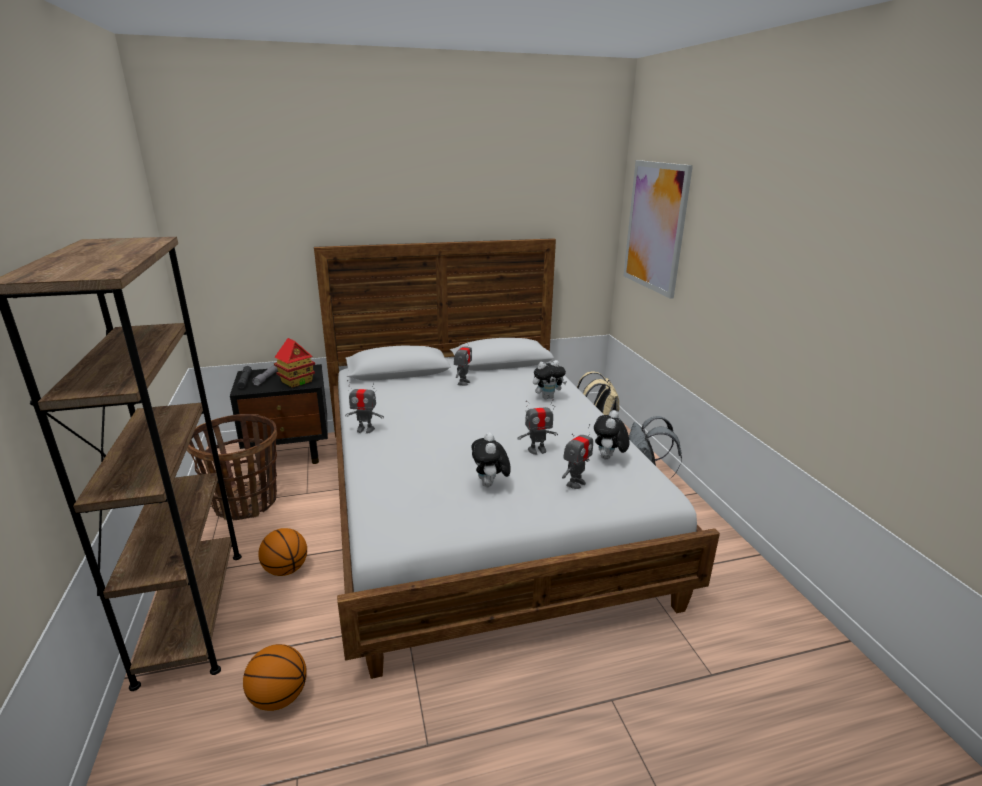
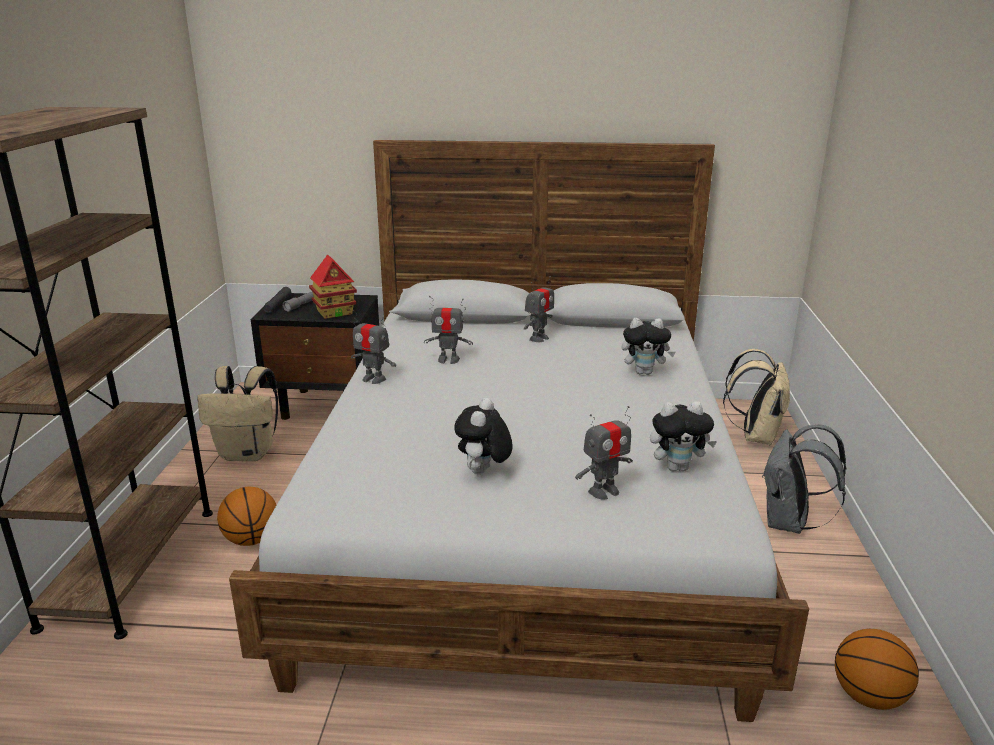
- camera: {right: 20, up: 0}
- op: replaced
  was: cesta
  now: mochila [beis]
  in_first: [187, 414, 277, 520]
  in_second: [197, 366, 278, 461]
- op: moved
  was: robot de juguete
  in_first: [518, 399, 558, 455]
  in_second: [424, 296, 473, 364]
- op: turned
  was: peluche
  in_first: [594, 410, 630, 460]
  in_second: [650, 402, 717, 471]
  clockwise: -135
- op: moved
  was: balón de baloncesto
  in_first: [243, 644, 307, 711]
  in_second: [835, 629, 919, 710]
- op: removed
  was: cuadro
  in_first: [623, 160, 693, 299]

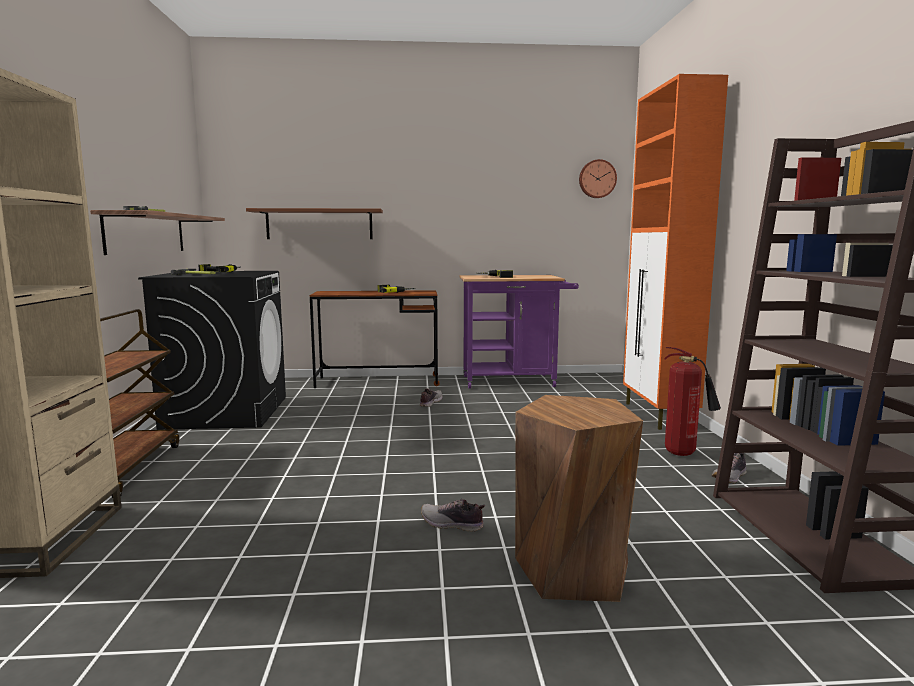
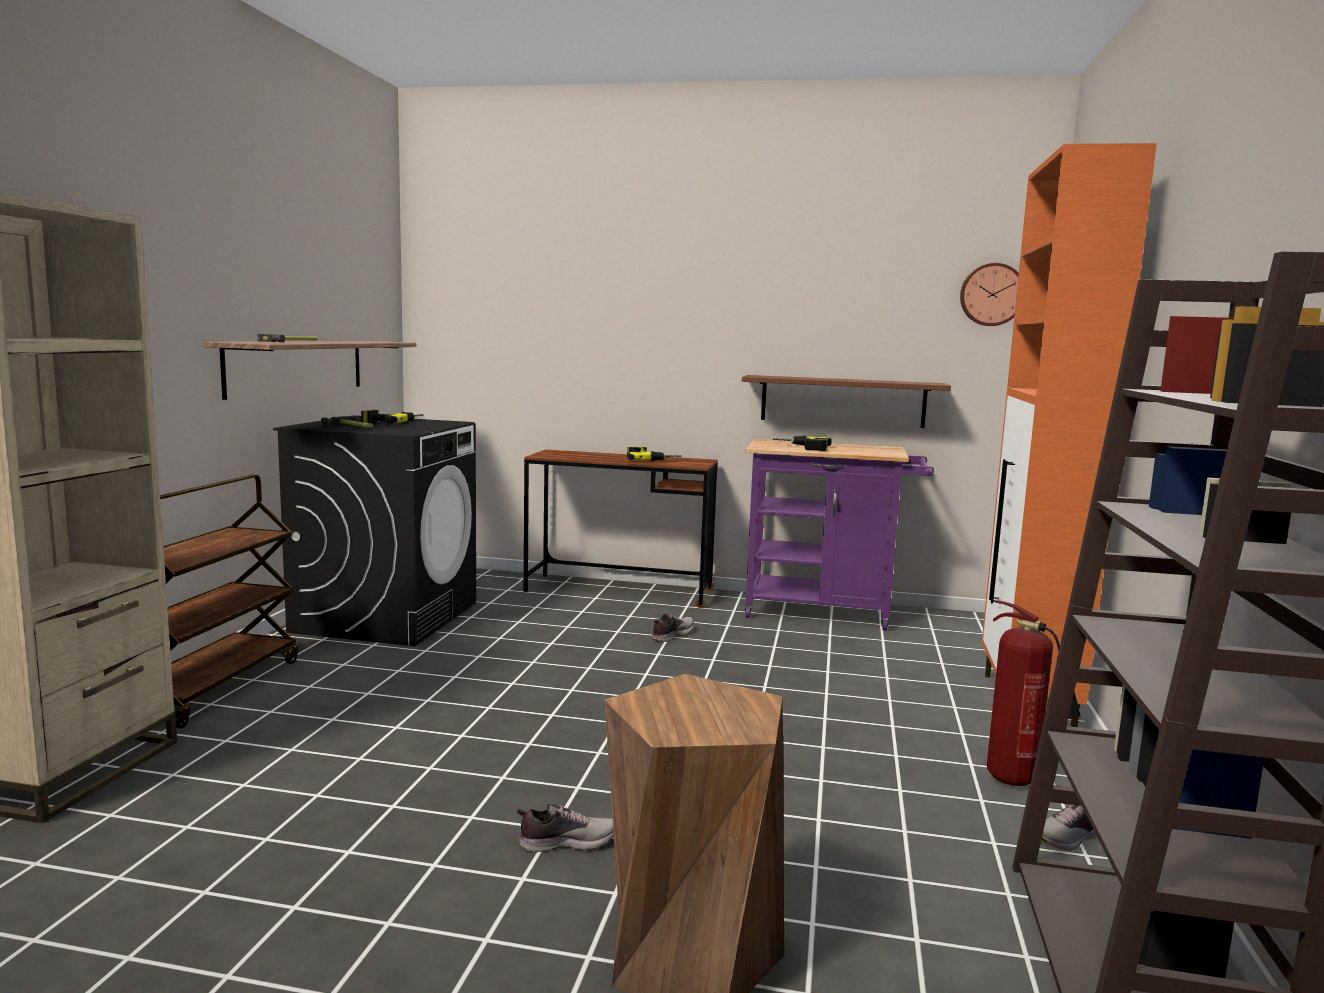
- camera: {right: 15, up: 0}
- op: turned
  was: zapato
  in_first: [421, 499, 485, 532]
  in_second: [517, 803, 614, 852]
  clockwise: 135
- op: moved
  was: estante [marrón]
  in_first: [246, 208, 383, 239]
  in_second: [742, 375, 951, 428]

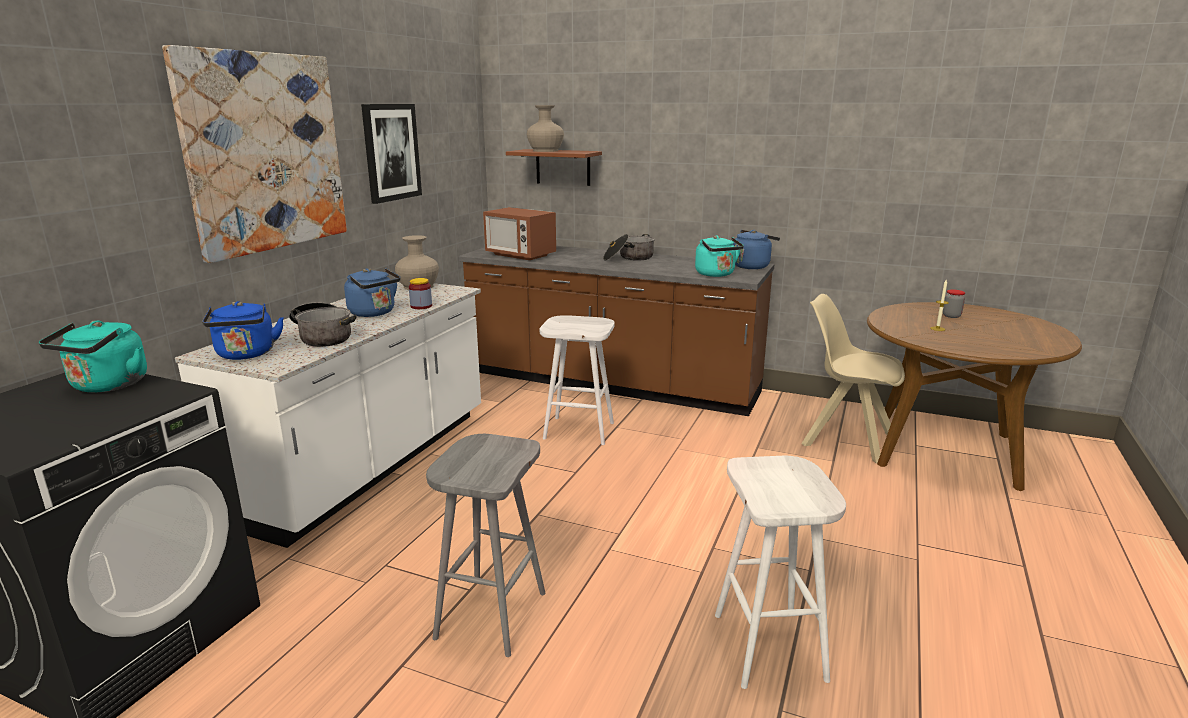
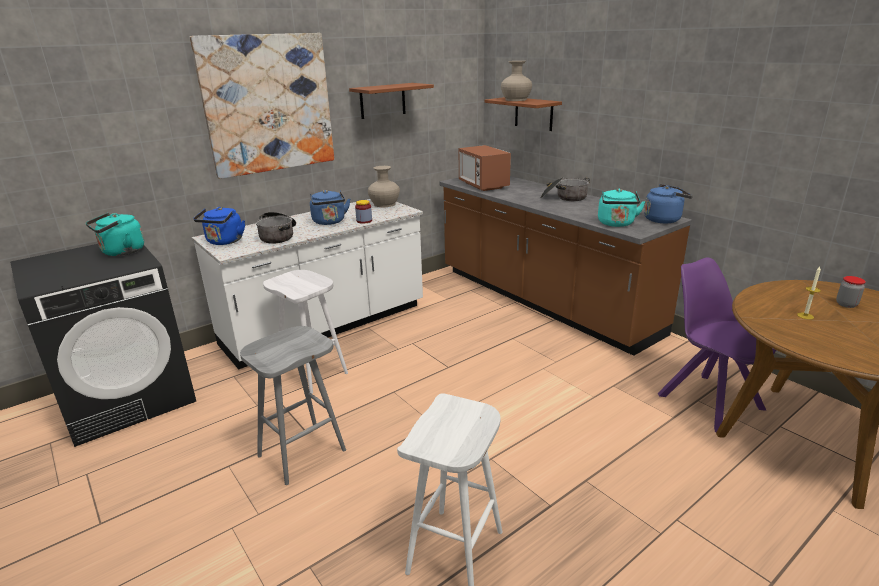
- camera: {right: 30, up: 5}
- op: moved
  was: taburete [blanco]
  in_first: [539, 315, 615, 445]
  in_second: [263, 270, 348, 394]
- op: replaced
  was: cuadro
  now: estante [marrón]
  in_first: [361, 104, 422, 204]
  in_second: [349, 83, 434, 119]
- op: recoloured
  was: silla [beis]
  now: silla [morado]
  in_first: [801, 294, 905, 464]
  in_second: [658, 257, 776, 432]

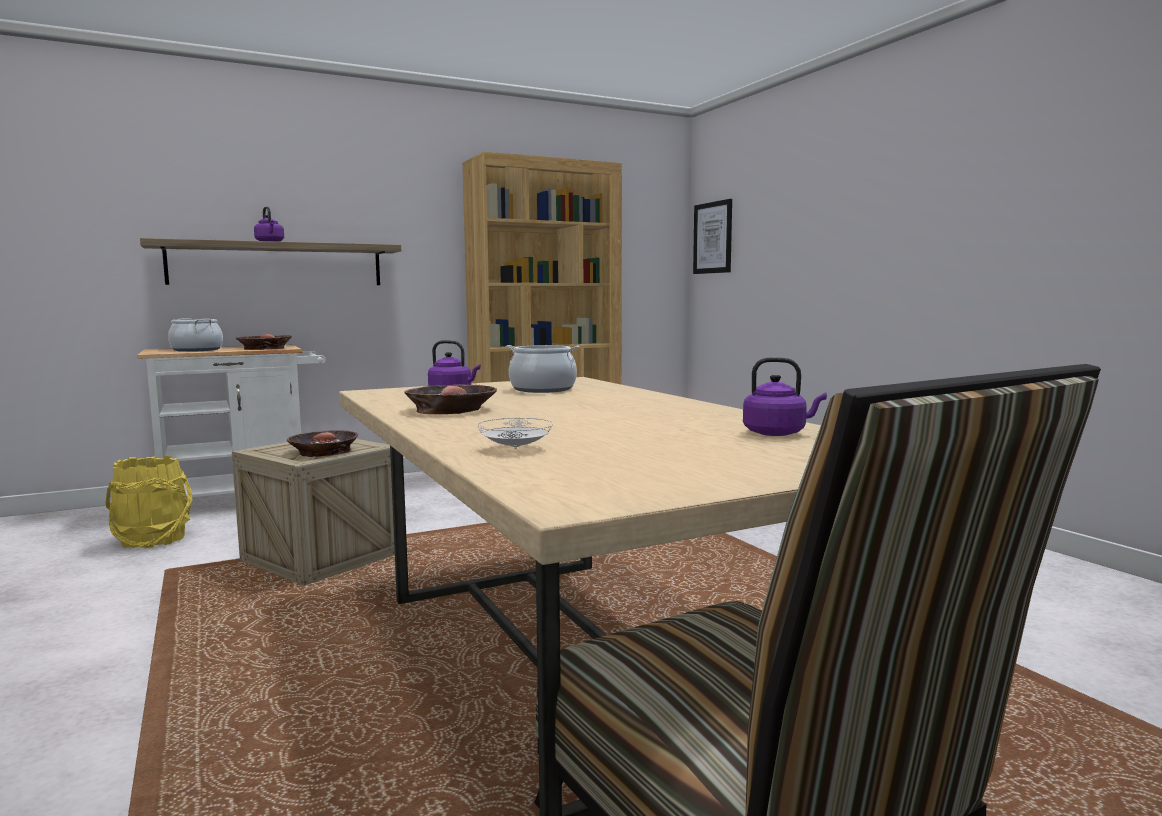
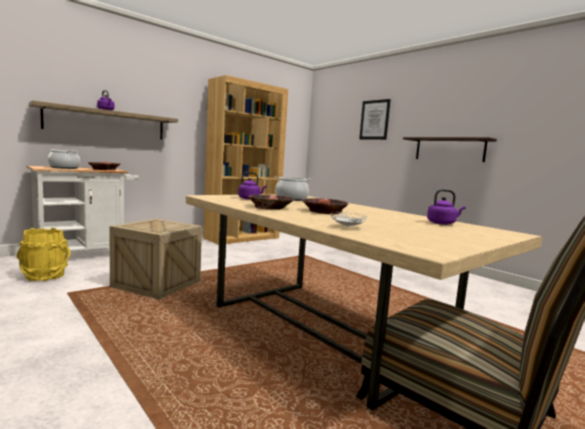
- camera: {right: -15, up: 0}
- op: moved
  was: cuenco
  in_first: [287, 430, 358, 457]
  in_second: [302, 198, 349, 214]
- op: moved
  was: cuadro
  in_first: [693, 199, 732, 274]
  in_second: [359, 99, 391, 140]
- op: added
  now: estante
  in_second: [403, 137, 497, 162]

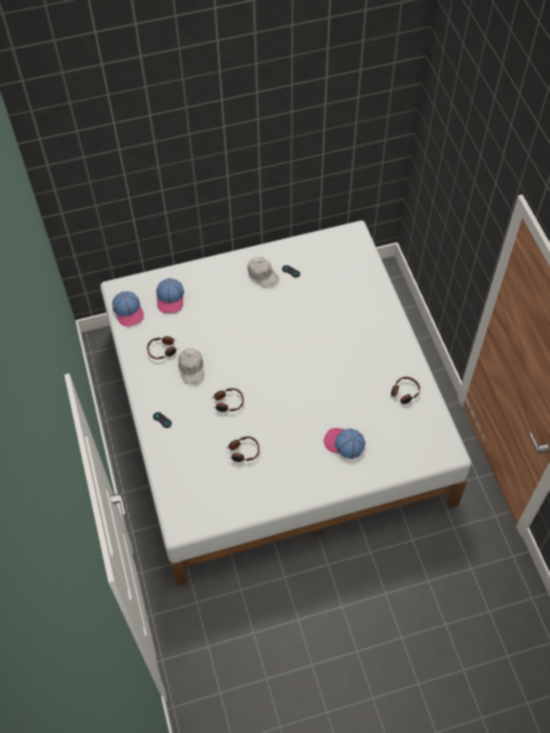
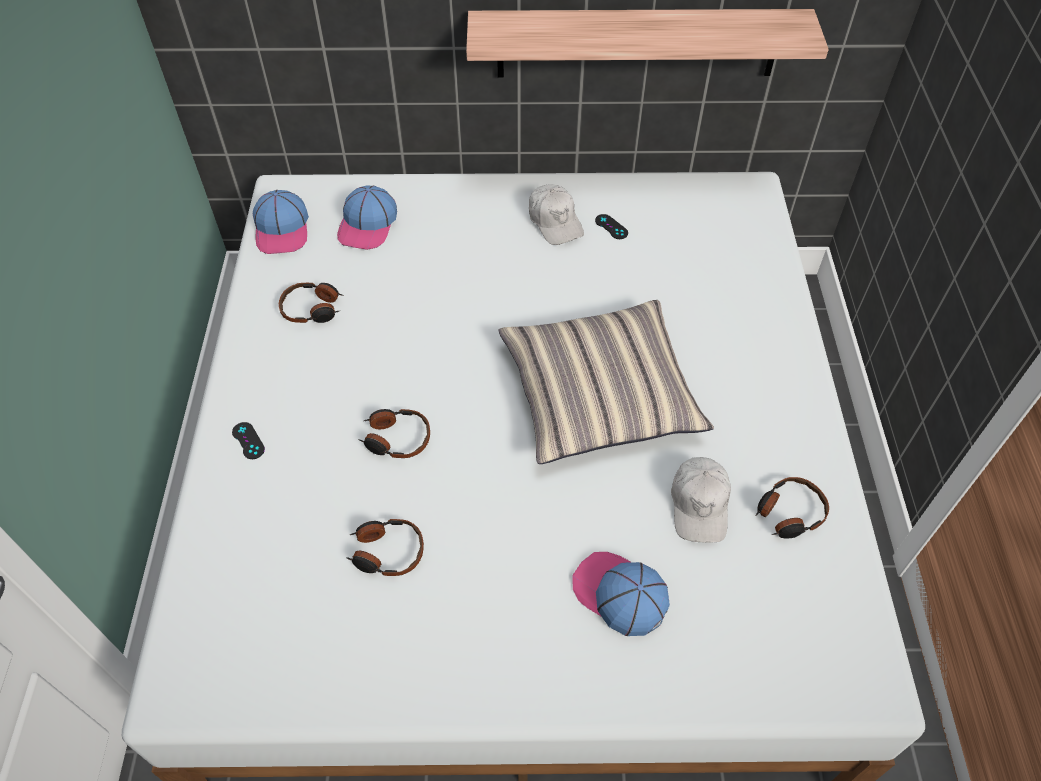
- camera: {right: 15, up: -5}
- op: added
  now: estante
  in_second: [466, 9, 829, 77]
- op: added
  now: cojín
  in_second: [499, 300, 714, 464]
- op: moved
  was: gorra [blanco]
  in_first: [178, 348, 204, 384]
  in_second: [671, 457, 731, 542]

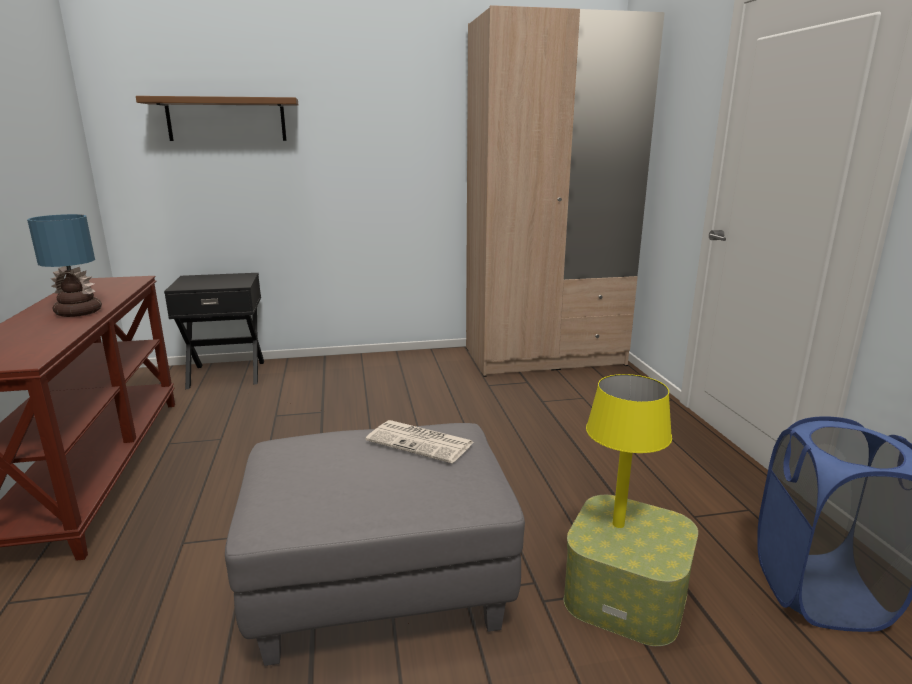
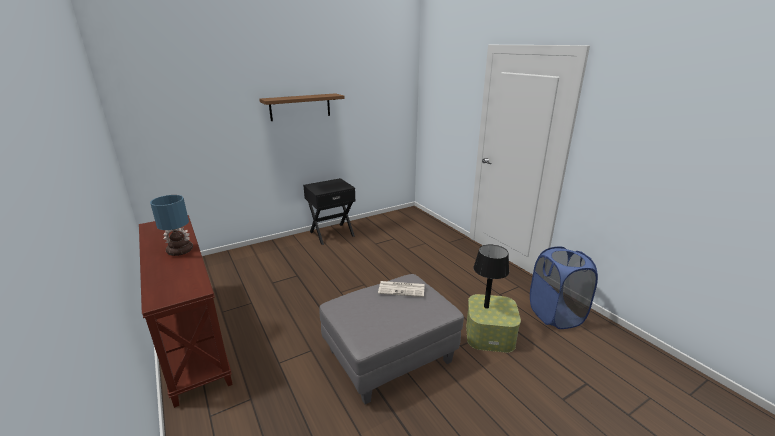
- camera: {right: -20, up: 5}
- op: moved
  was: estante [marrón]
  in_first: [136, 96, 298, 141]
  in_second: [259, 93, 345, 121]
- op: moved
  was: mesita de noche [negro]
  in_first: [164, 273, 264, 389]
  in_second: [303, 178, 356, 245]
- op: recoloured
  was: lámpara de mesa [amarillo]
  now: lámpara de mesa [negro]
  in_first: [586, 374, 672, 528]
  in_second: [473, 245, 509, 309]
- op: removed
  was: armario ropero [beis]
  in_first: [466, 5, 665, 377]

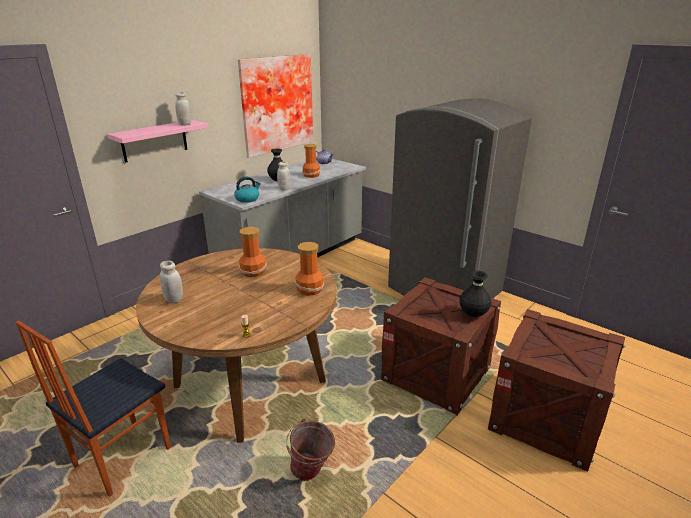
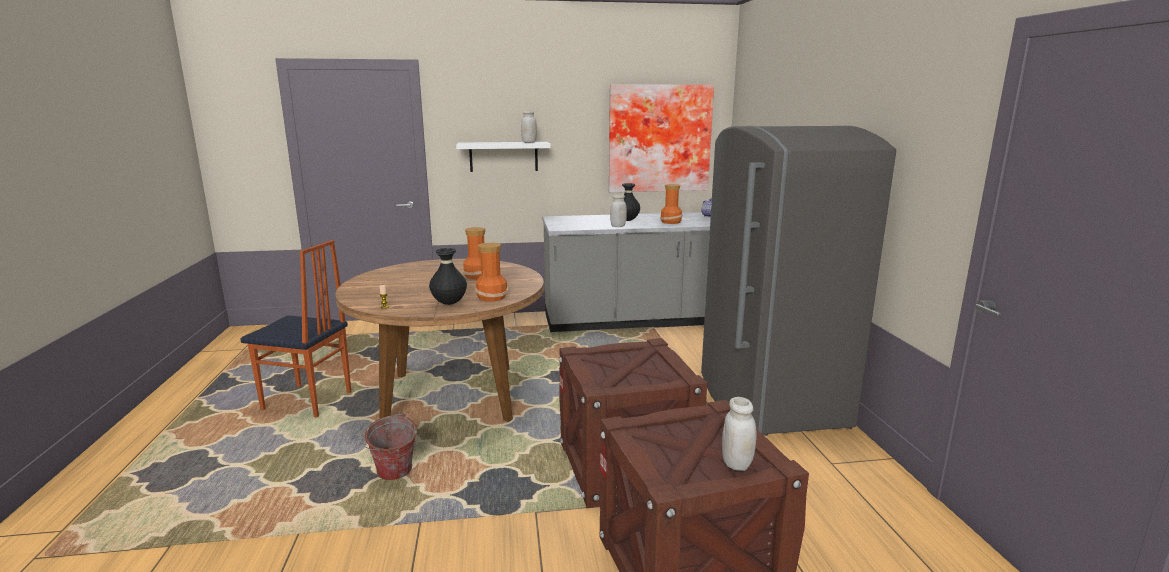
- camera: {right: 40, up: -10}
- op: turned
  was: silla
  in_first: [16, 321, 171, 497]
  in_second: [240, 240, 351, 418]
  clockwise: -150
- op: moved
  was: florero [negro]
  in_first: [460, 270, 491, 317]
  in_second: [429, 248, 467, 305]
- op: recoloured
  was: estante [rosa]
  now: estante [blanco]
  in_first: [107, 120, 208, 163]
  in_second: [456, 142, 551, 172]
- op: moved
  was: tarro [blanco]
  in_first: [160, 261, 183, 303]
  in_second: [722, 397, 757, 471]
- op: removed
  was: hervidor
  in_first: [234, 177, 261, 203]

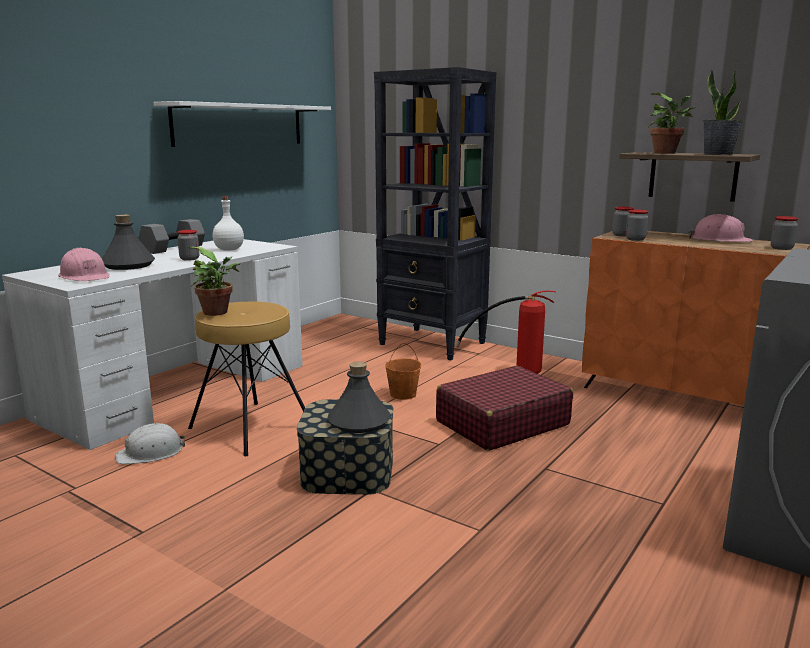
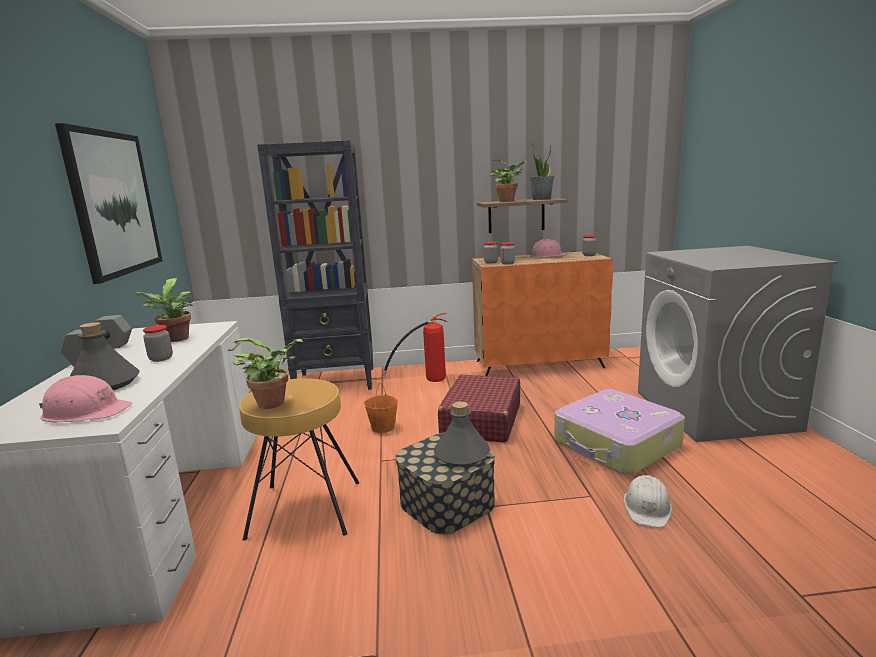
- camera: {right: -40, up: 0}
- op: replaced
  was: estante [blanco]
  now: cuadro
  in_first: [154, 101, 331, 147]
  in_second: [55, 123, 163, 284]
- op: replaced
  was: botella [blanco]
  now: planta en maceta
  in_first: [213, 196, 244, 251]
  in_second: [132, 278, 193, 342]
- op: added
  now: maleta
  in_second: [554, 389, 685, 475]
- op: moved
  was: casco [blanco]
  in_first: [115, 423, 185, 464]
  in_second: [624, 475, 672, 528]

